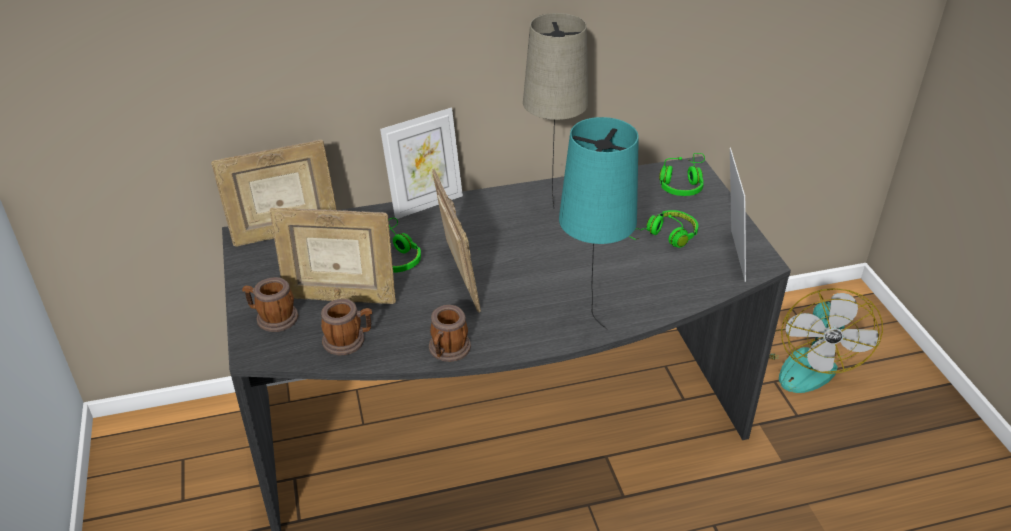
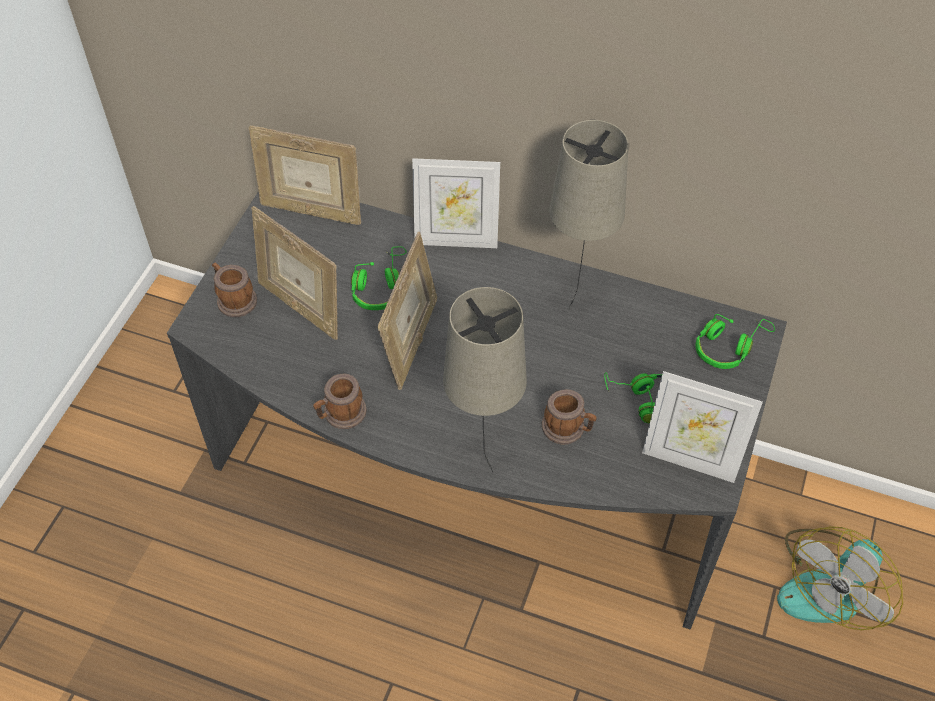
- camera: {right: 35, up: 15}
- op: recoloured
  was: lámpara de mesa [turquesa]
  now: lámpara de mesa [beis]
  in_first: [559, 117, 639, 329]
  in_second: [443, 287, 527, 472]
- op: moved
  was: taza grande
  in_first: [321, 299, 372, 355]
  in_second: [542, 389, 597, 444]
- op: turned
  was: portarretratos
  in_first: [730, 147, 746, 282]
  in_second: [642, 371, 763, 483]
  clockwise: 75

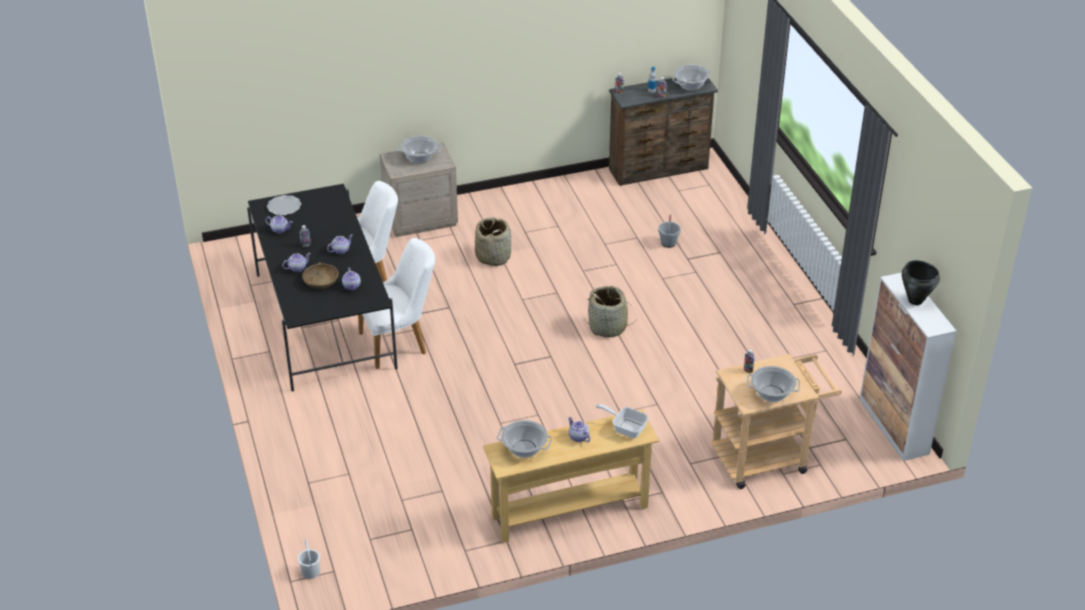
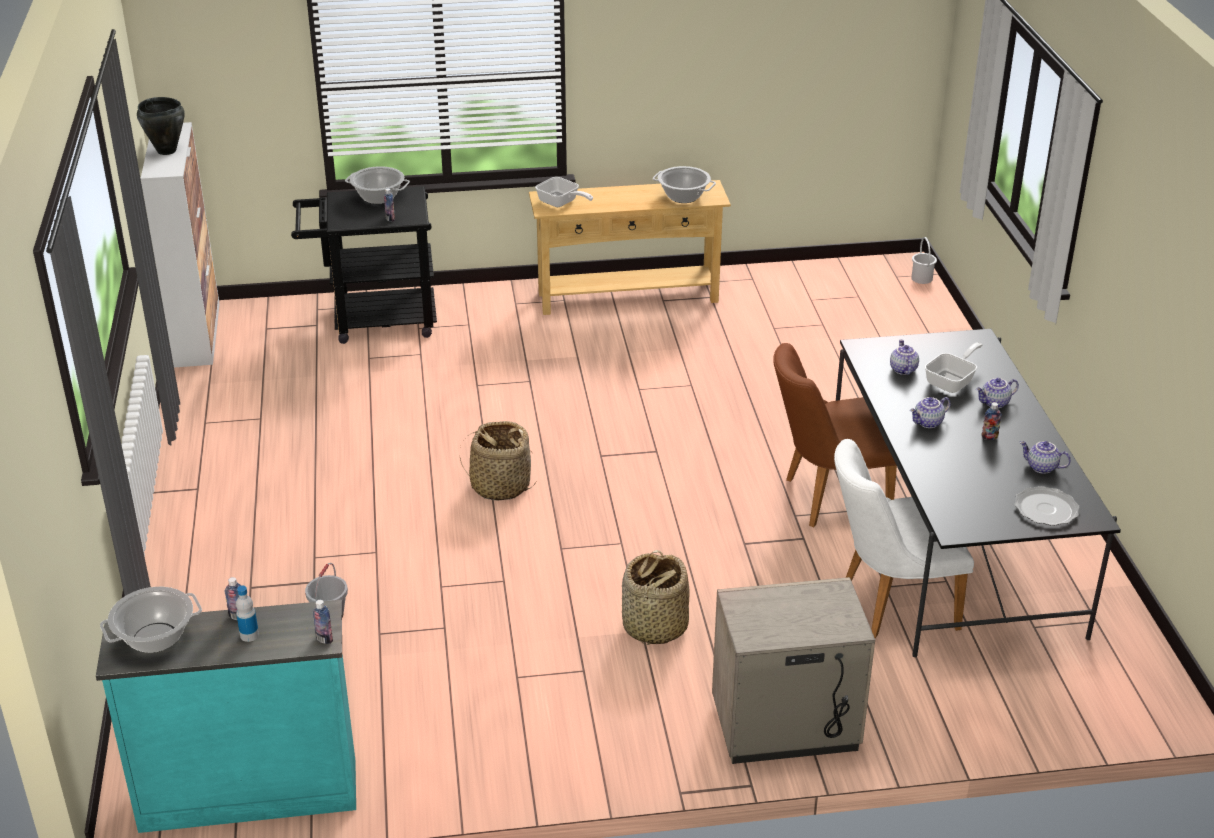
- camera: {right: -170, up: -5}
- op: recoloured
  was: cómoda [marrón]
  now: cómoda [turquesa]
  in_first: [609, 78, 718, 186]
  in_second: [96, 600, 356, 833]
- op: recoloured
  was: carrito [beis]
  now: carrito [negro]
  in_first: [711, 354, 842, 489]
  in_second: [291, 186, 437, 344]
- op: recoloured
  was: silla [blanco]
  now: silla [marrón]
  in_first: [358, 238, 435, 369]
  in_second: [773, 343, 897, 527]
- op: replaced
  was: cuenco [marrón]
  now: sartén
  in_first: [302, 262, 339, 289]
  in_second: [925, 342, 983, 393]
- op: removed
  was: olla
  in_first: [397, 136, 441, 163]
- op: removed
  was: tetera
  in_first: [568, 417, 590, 442]

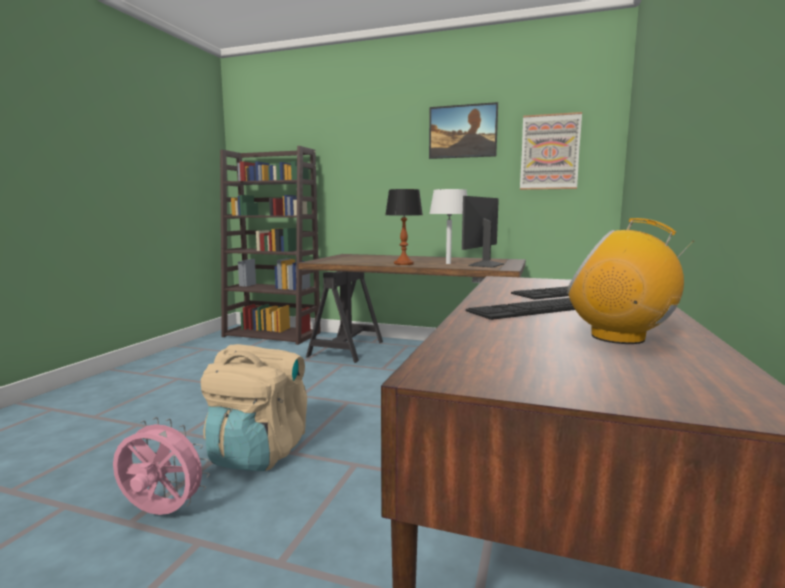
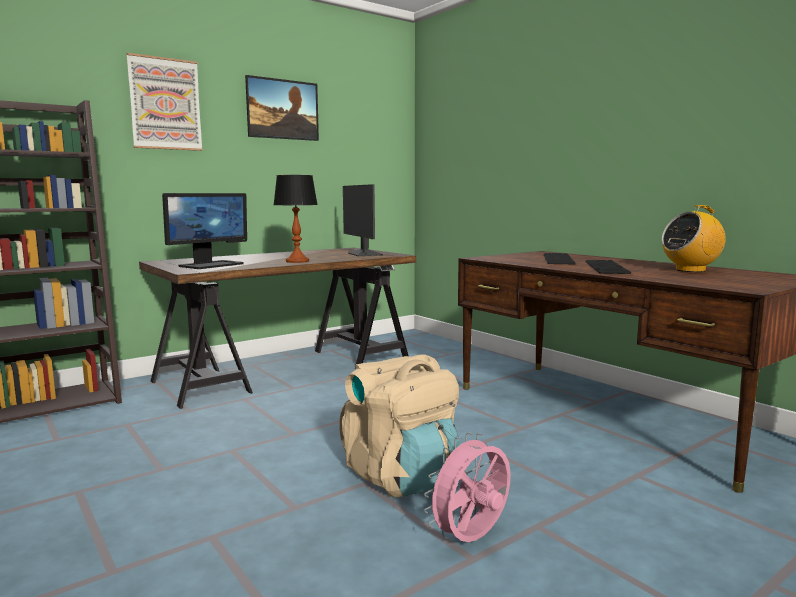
- camera: {right: -55, up: 0}
- op: moved
  was: cuadro
  in_first: [520, 112, 582, 190]
  in_second: [126, 53, 203, 151]
- op: added
  now: monitor
  in_second: [162, 193, 247, 269]
- op: removed
  was: lámpara de mesa [blanco]
  in_first: [429, 189, 467, 264]

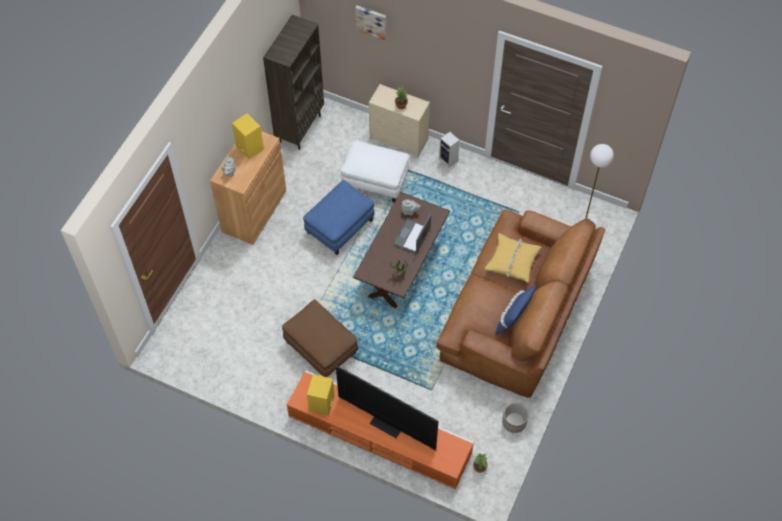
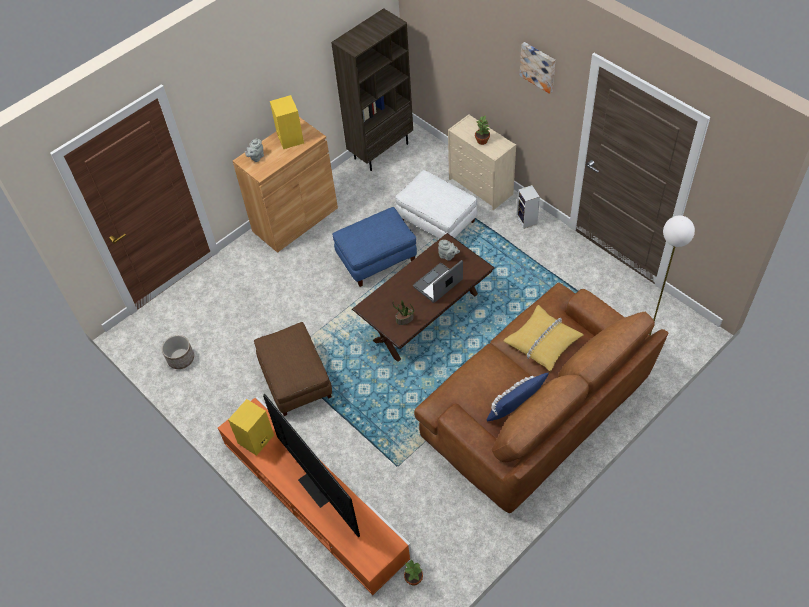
- camera: {right: 25, up: -5}
- op: moved
  was: maceta
  in_first: [502, 403, 529, 433]
  in_second: [162, 335, 194, 369]
- op: moved
  was: cuadro
  in_first: [355, 6, 387, 40]
  in_second: [520, 42, 555, 94]

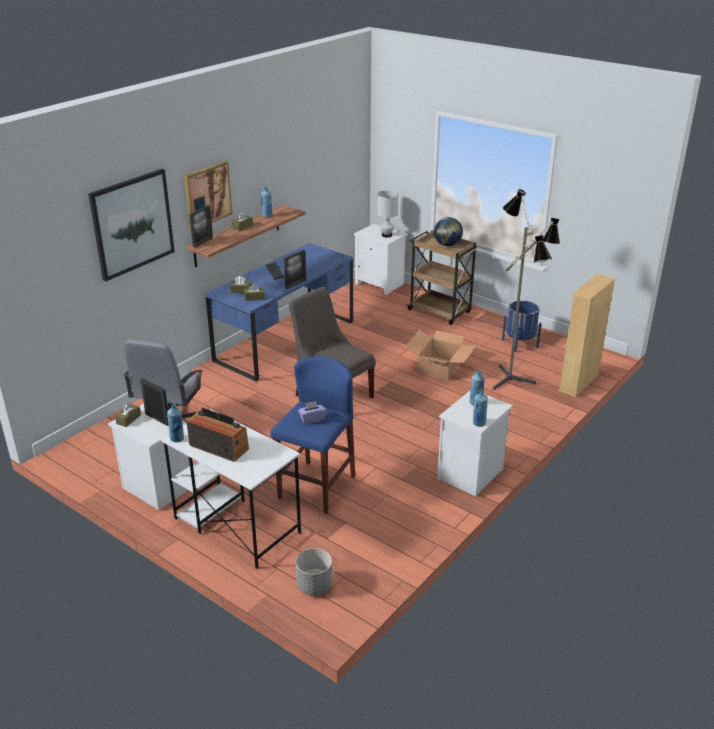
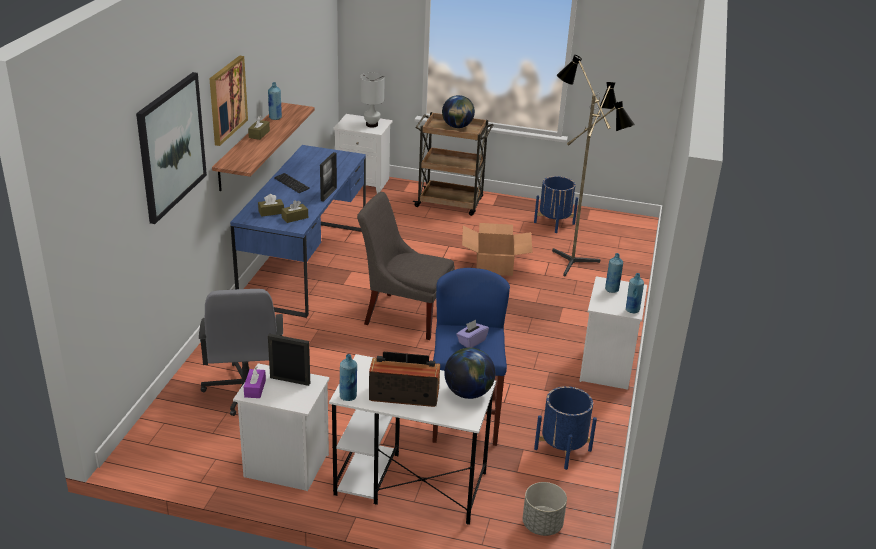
- camera: {right: -25, up: 0}
- op: recoloured
  was: caja de pañuelos [marrón]
  now: caja de pañuelos [morado]
  in_first: [115, 402, 141, 427]
  in_second: [244, 367, 266, 398]
- op: added
  now: globo terráqueo
  in_second: [444, 348, 495, 399]
- op: added
  now: maceta [azul]
  in_second: [534, 386, 597, 470]
- op: removed
  was: portarretratos
  in_first: [189, 205, 213, 248]
- op: removed
  was: estantería [beis]
  in_first: [558, 274, 615, 397]

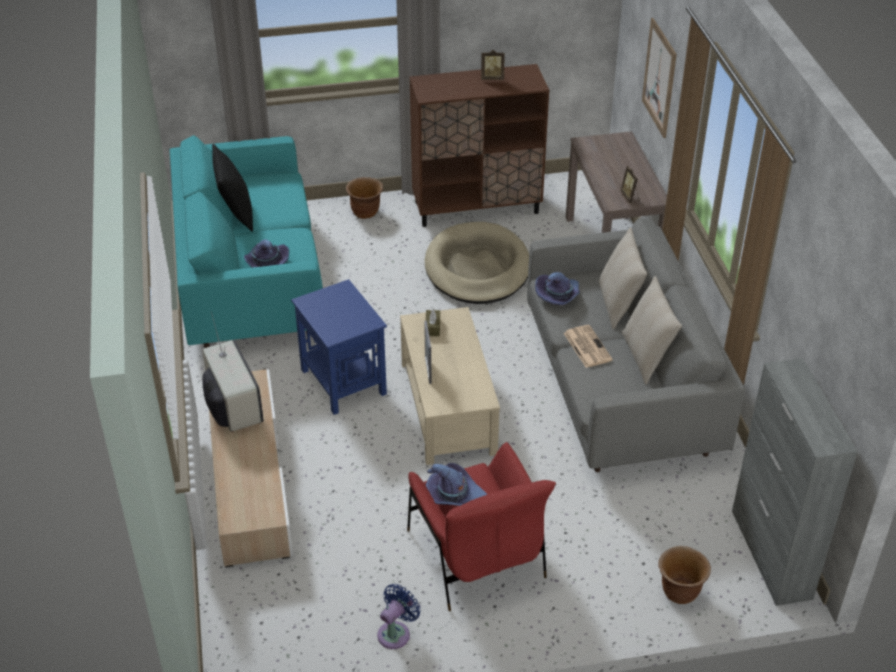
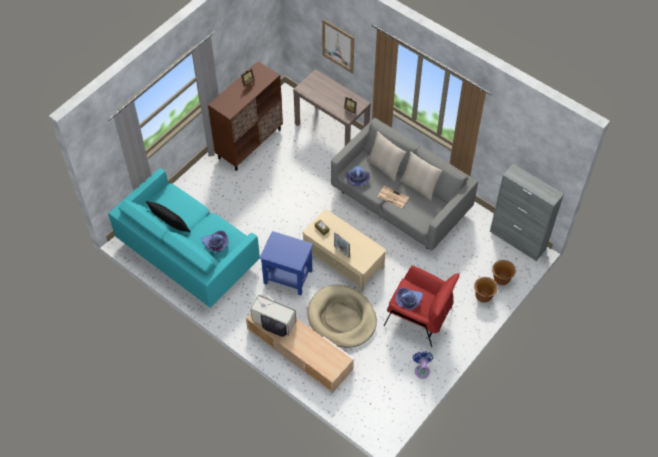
- camera: {right: -40, up: 15}
- op: moved
  was: cama para perro [beis]
  in_first: [425, 222, 529, 304]
  in_second: [307, 285, 377, 348]
- op: moved
  was: maceta [marrón]
  in_first: [346, 177, 383, 219]
  in_second: [474, 277, 498, 303]

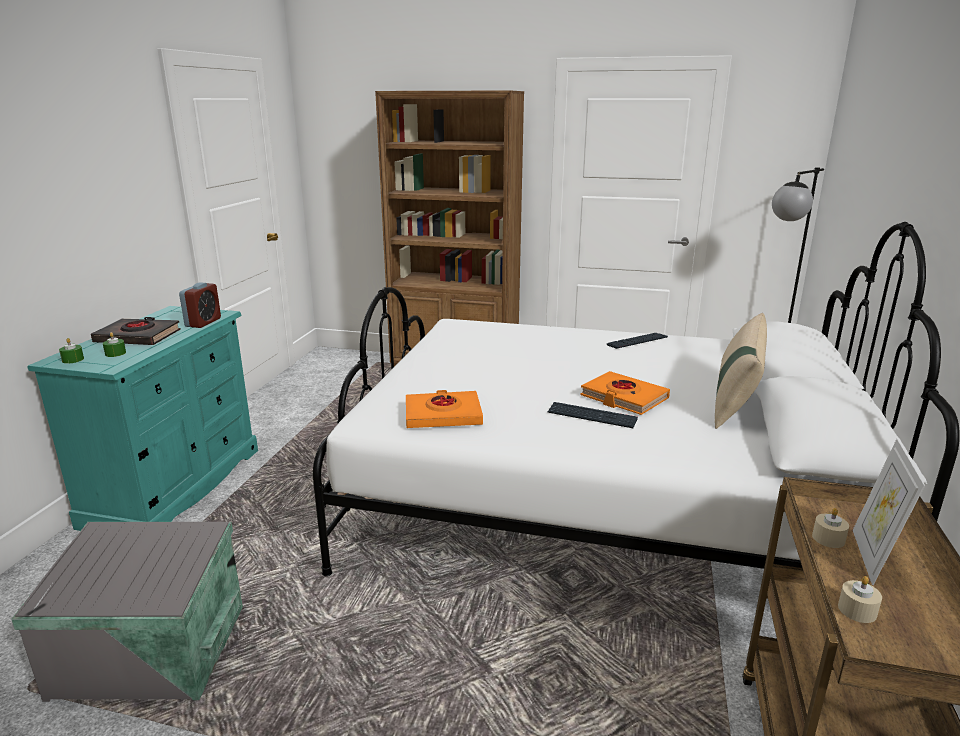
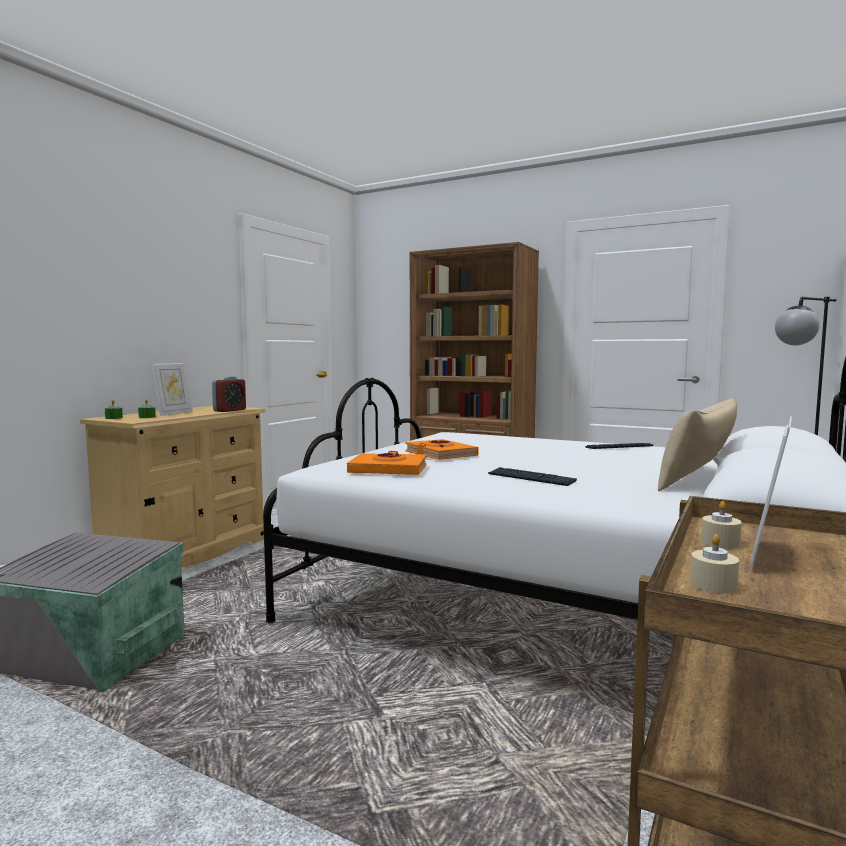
- camera: {right: 15, up: -15}
- op: recoloured
  was: cómoda [turquesa]
  now: cómoda [beis]
  in_first: [28, 306, 258, 531]
  in_second: [80, 406, 266, 567]
- op: replaced
  was: libro [negro]
  now: portarretratos
  in_first: [91, 317, 181, 345]
  in_second: [151, 360, 193, 416]
- op: moved
  was: libro [naranja]
  in_first: [581, 371, 670, 415]
  in_second: [405, 439, 478, 460]

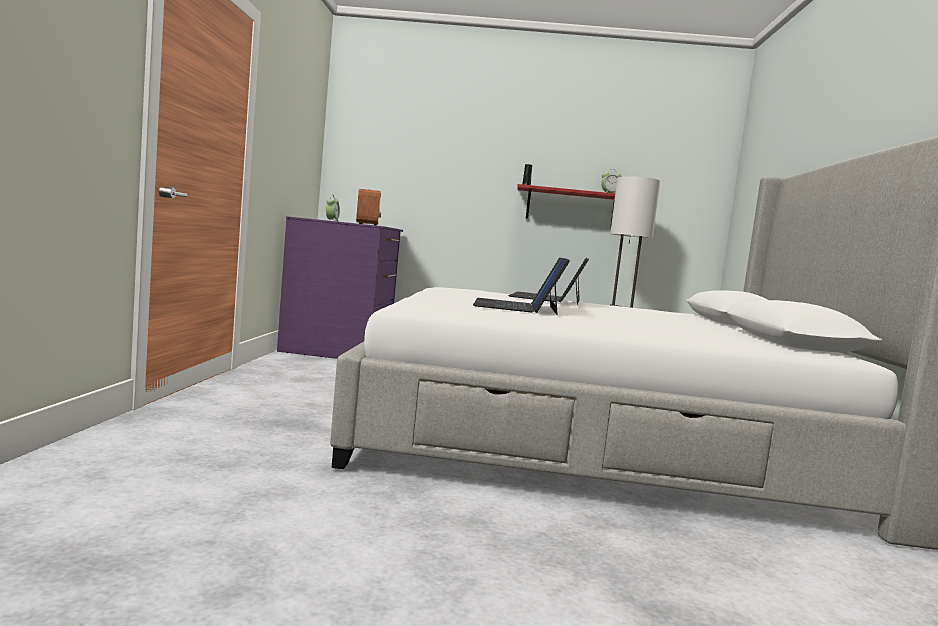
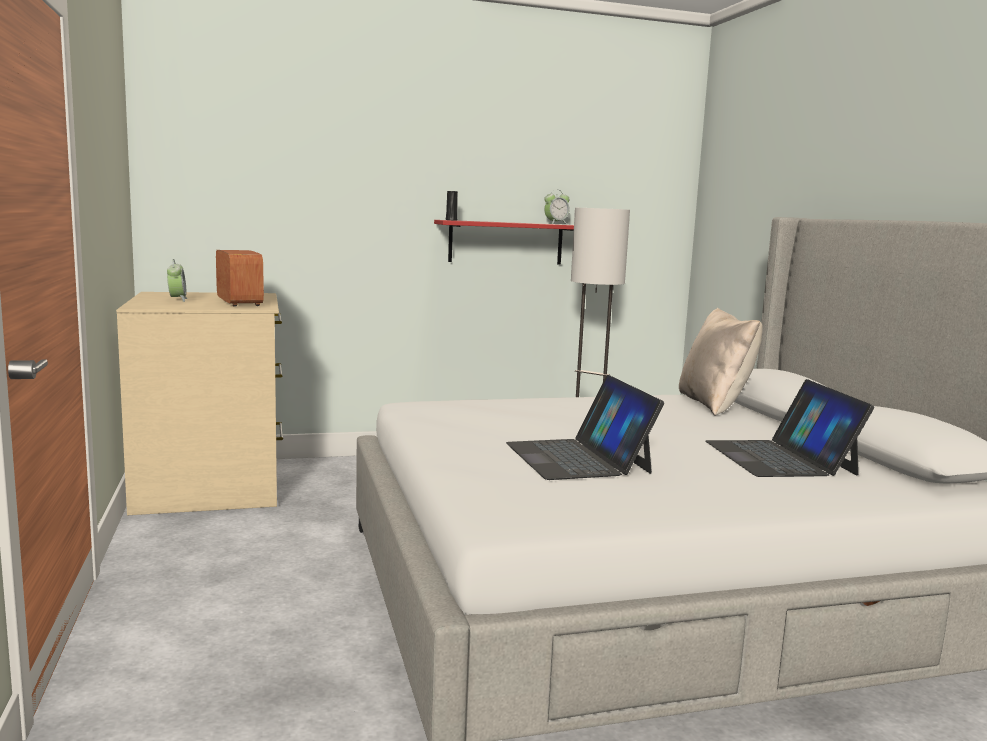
- camera: {right: -20, up: 5}
- op: recoloured
  was: cómoda [morado]
  now: cómoda [beis]
  in_first: [277, 216, 403, 359]
  in_second: [116, 292, 283, 515]
- op: added
  now: cojín [beis]
  in_second: [679, 308, 763, 416]
- op: moved
  was: portátil
  in_first: [508, 258, 589, 305]
  in_second: [705, 379, 874, 477]

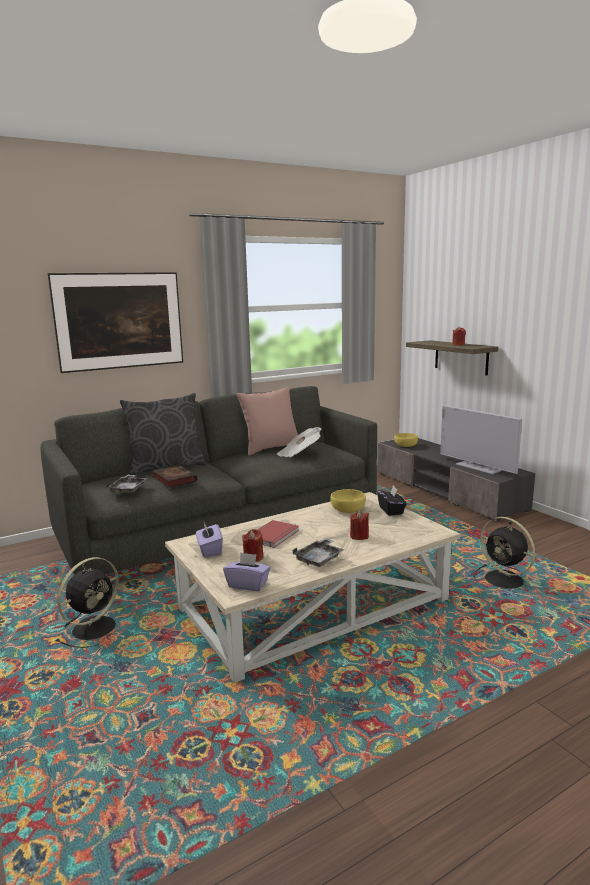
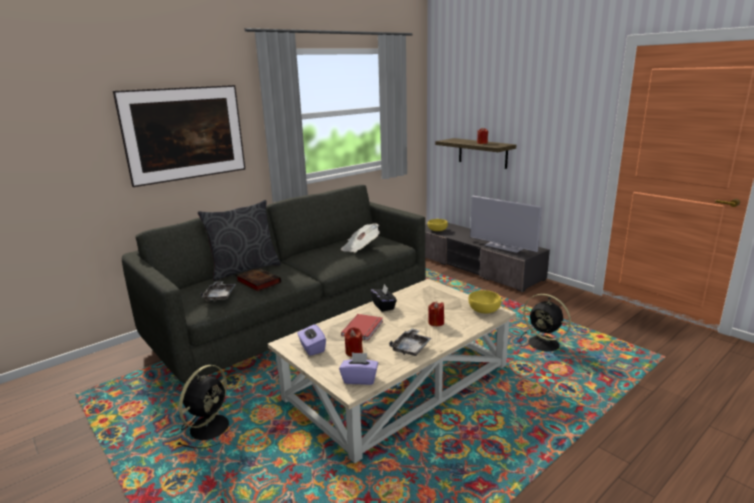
- camera: {right: -10, up: 5}
- op: moved
  was: caja de pañuelos [negro]
  in_first: [377, 485, 407, 516]
  in_second: [371, 284, 397, 312]
- op: moved
  was: cuenco [amarillo]
  in_first: [330, 489, 366, 513]
  in_second: [468, 290, 501, 313]
- op: removed
  was: cojín [rosa]
  in_first: [237, 387, 298, 456]

